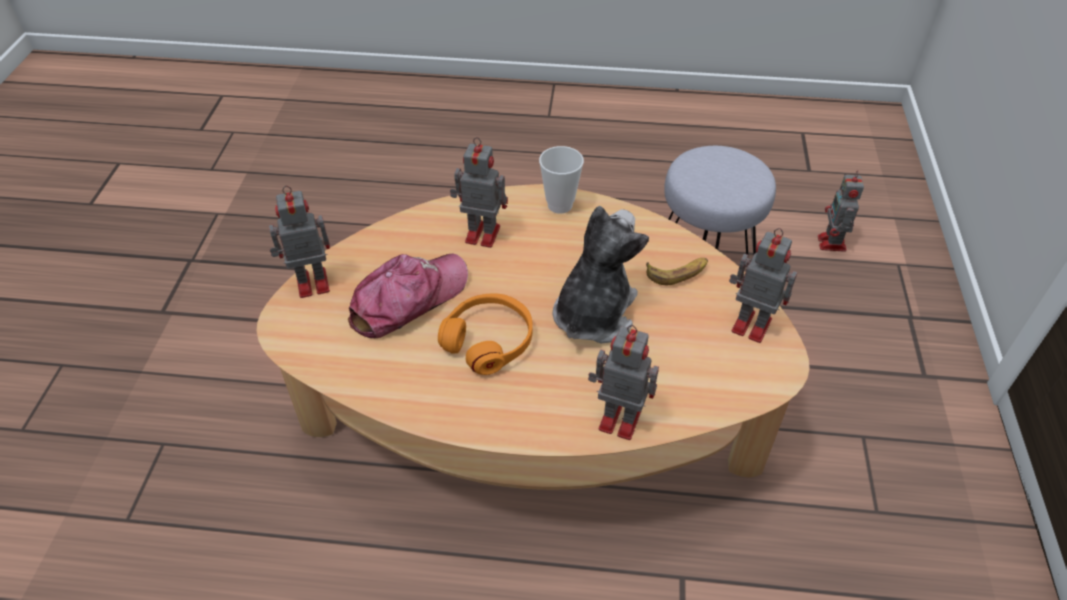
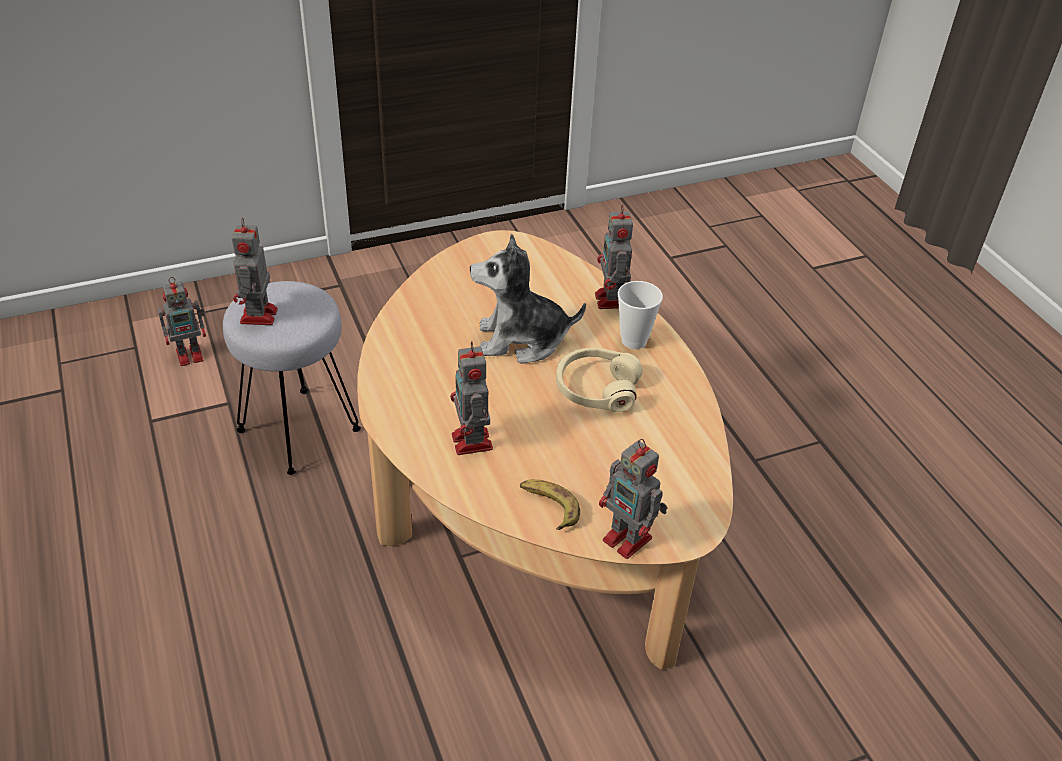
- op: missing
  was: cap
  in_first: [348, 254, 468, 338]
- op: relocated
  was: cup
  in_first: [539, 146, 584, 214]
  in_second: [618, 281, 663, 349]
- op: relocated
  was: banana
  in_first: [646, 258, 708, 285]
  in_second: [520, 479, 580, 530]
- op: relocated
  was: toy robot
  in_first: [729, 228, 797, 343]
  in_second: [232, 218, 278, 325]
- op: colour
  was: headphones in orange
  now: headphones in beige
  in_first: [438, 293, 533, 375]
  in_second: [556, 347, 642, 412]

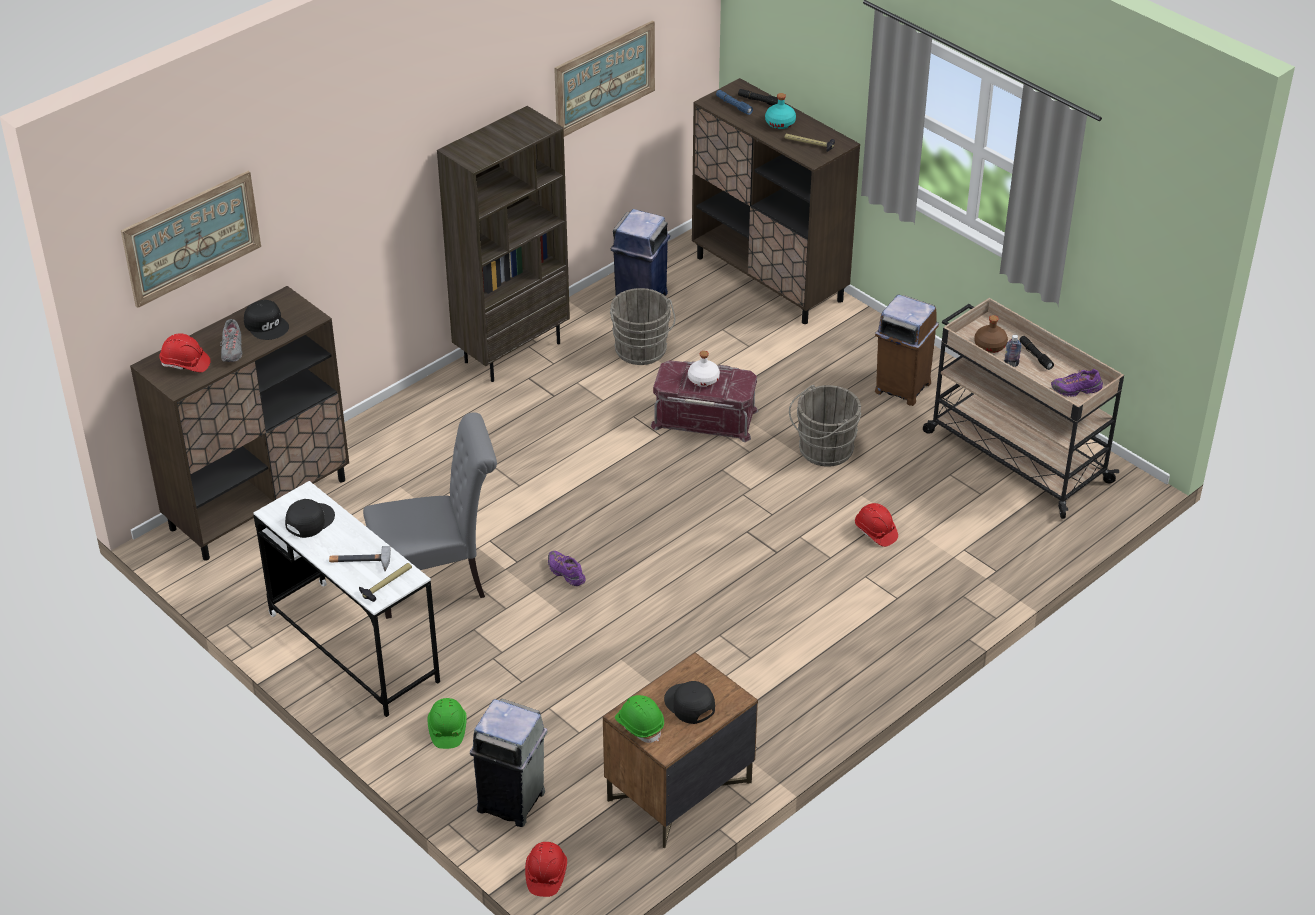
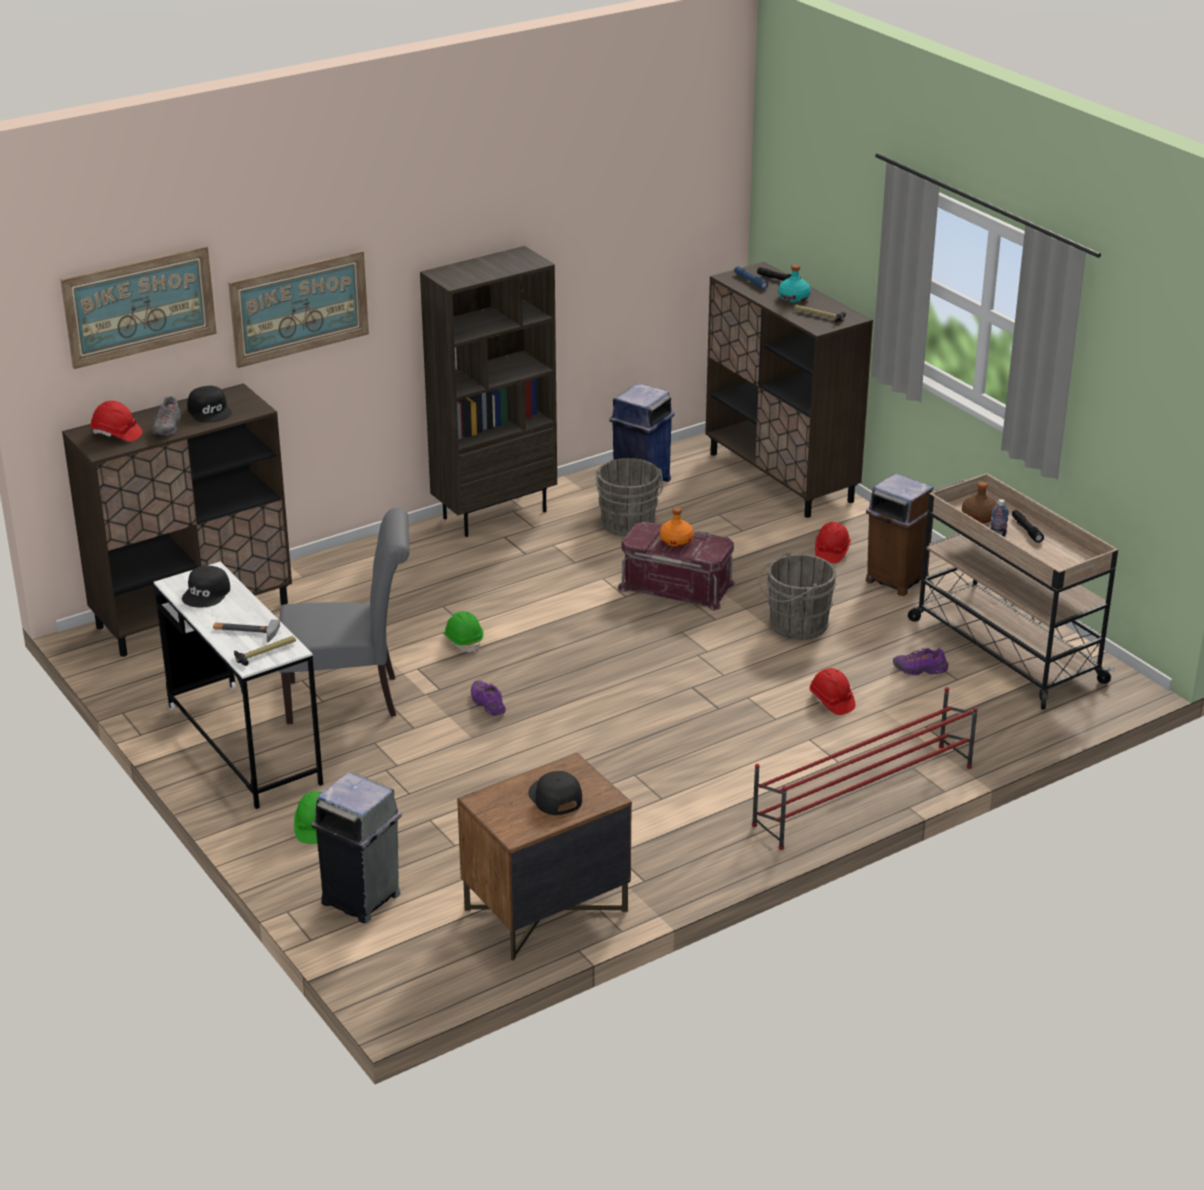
- op: appeared
  now: shoe rack in red
  in_second: [752, 687, 978, 850]
- op: relocated
  was: hard hat in red
  in_first: [525, 842, 567, 897]
  in_second: [815, 522, 851, 563]
- op: relocated
  was: picture
  in_first: [554, 20, 655, 137]
  in_second: [228, 251, 369, 368]
- op: relocated
  was: hard hat in green
  in_first: [615, 695, 664, 743]
  in_second: [443, 611, 484, 653]
- op: relocated
  was: shoe in purple
  in_first: [1051, 369, 1103, 397]
  in_second: [893, 648, 948, 675]
- op: colour
  was: bottle in white
  now: bottle in orange
  in_first: [688, 351, 720, 387]
  in_second: [660, 507, 694, 547]
- op: spun
  was: cap in black
  in_first: [285, 499, 335, 538]
  in_second: [182, 565, 230, 607]
  clockwise: 150

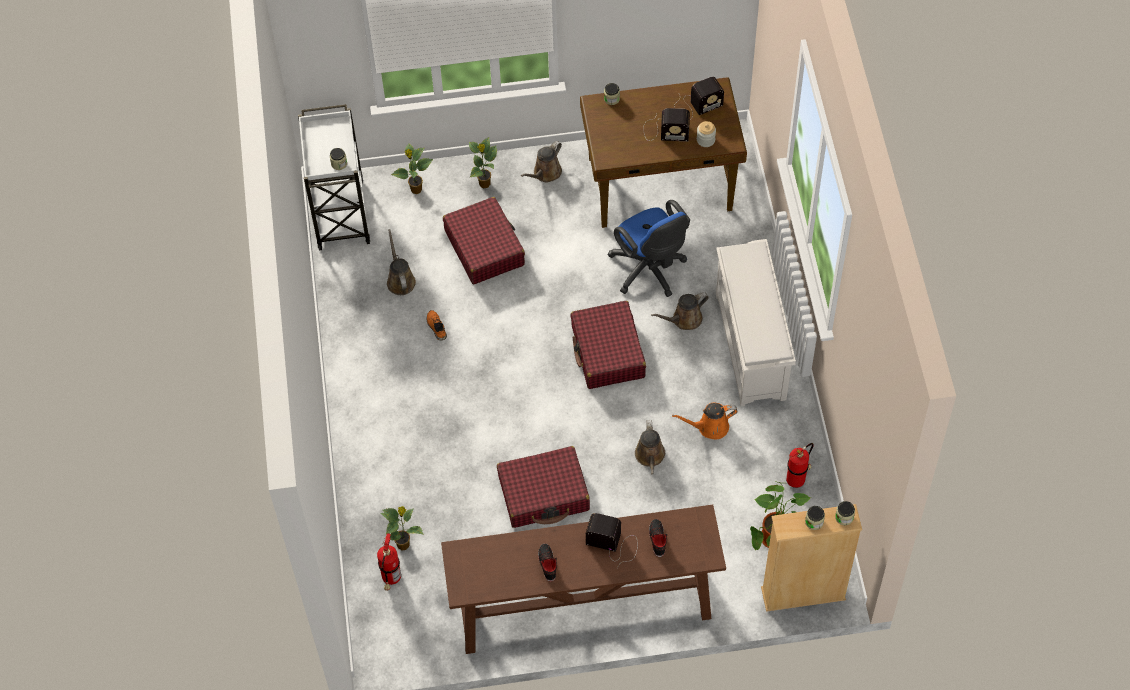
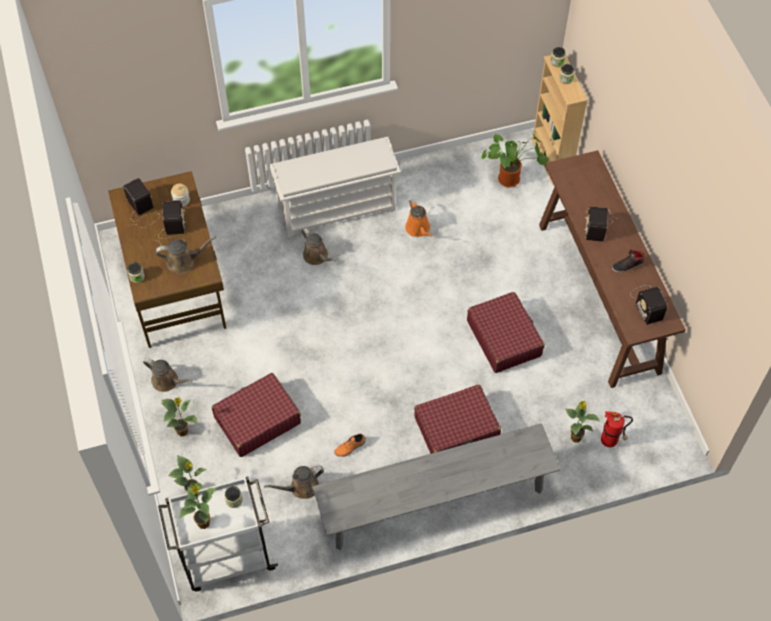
- op: missing
  was: office chair in blue
  in_first: [608, 200, 690, 297]
- op: missing
  was: shoe in black
  in_first: [649, 519, 667, 557]
- op: missing
  was: fire extinguisher
  in_first: [786, 443, 814, 488]
- op: appeared
  now: potted plant
  in_second: [179, 485, 217, 529]
- op: appeared
  now: bench in grey
  in_second: [312, 423, 560, 550]
- op: appeared
  now: radio
  in_second: [630, 285, 667, 325]
- op: relocated
  was: suitcase in red
  in_first: [571, 301, 646, 389]
  in_second: [414, 384, 501, 454]
- op: relocated
  was: watering can in brown
  in_first: [635, 420, 665, 474]
  in_second: [156, 236, 216, 274]

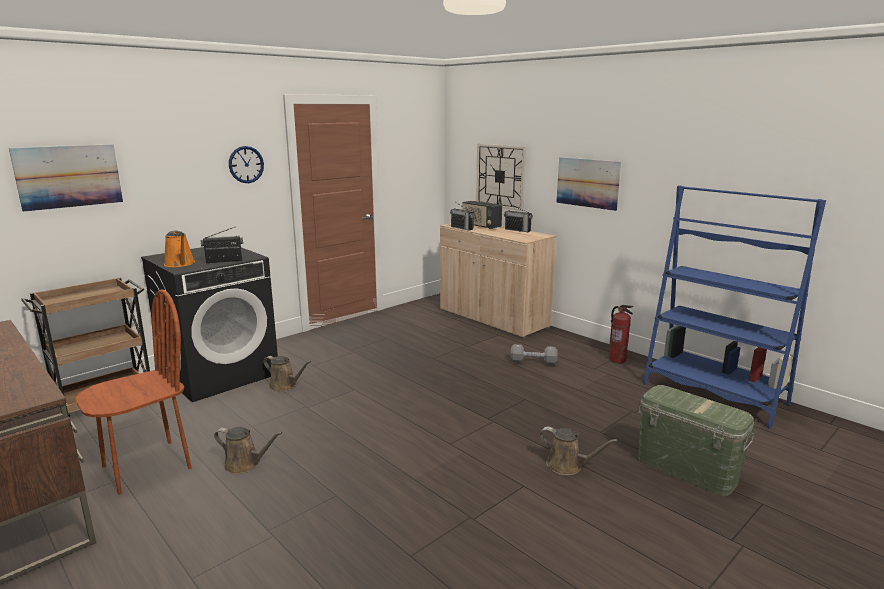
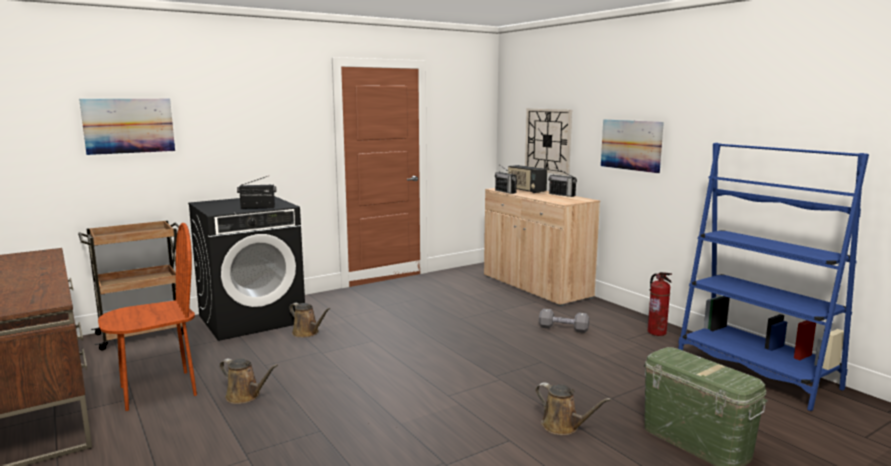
- op: missing
  was: watering can in orange
  in_first: [164, 231, 195, 267]
- op: missing
  was: wall clock
  in_first: [229, 146, 264, 183]

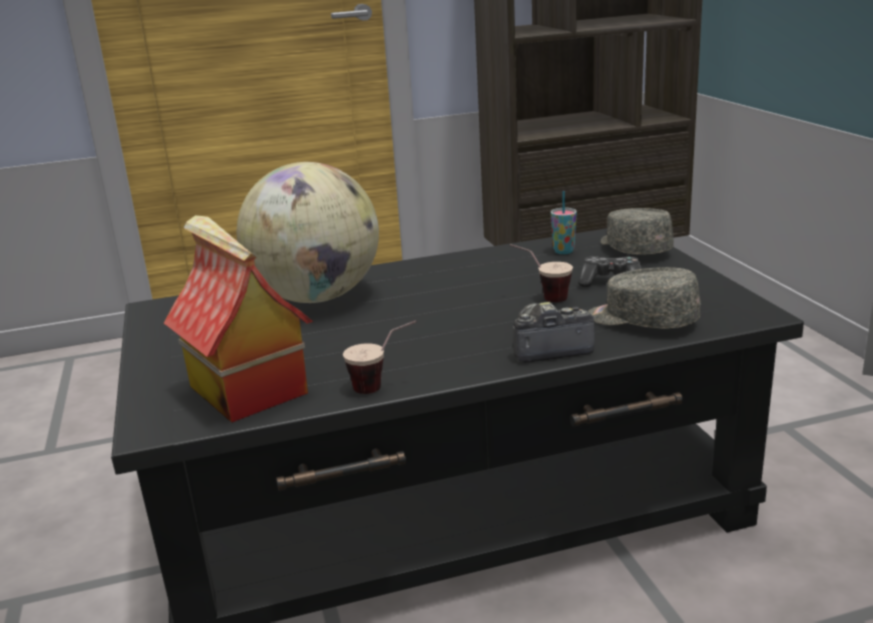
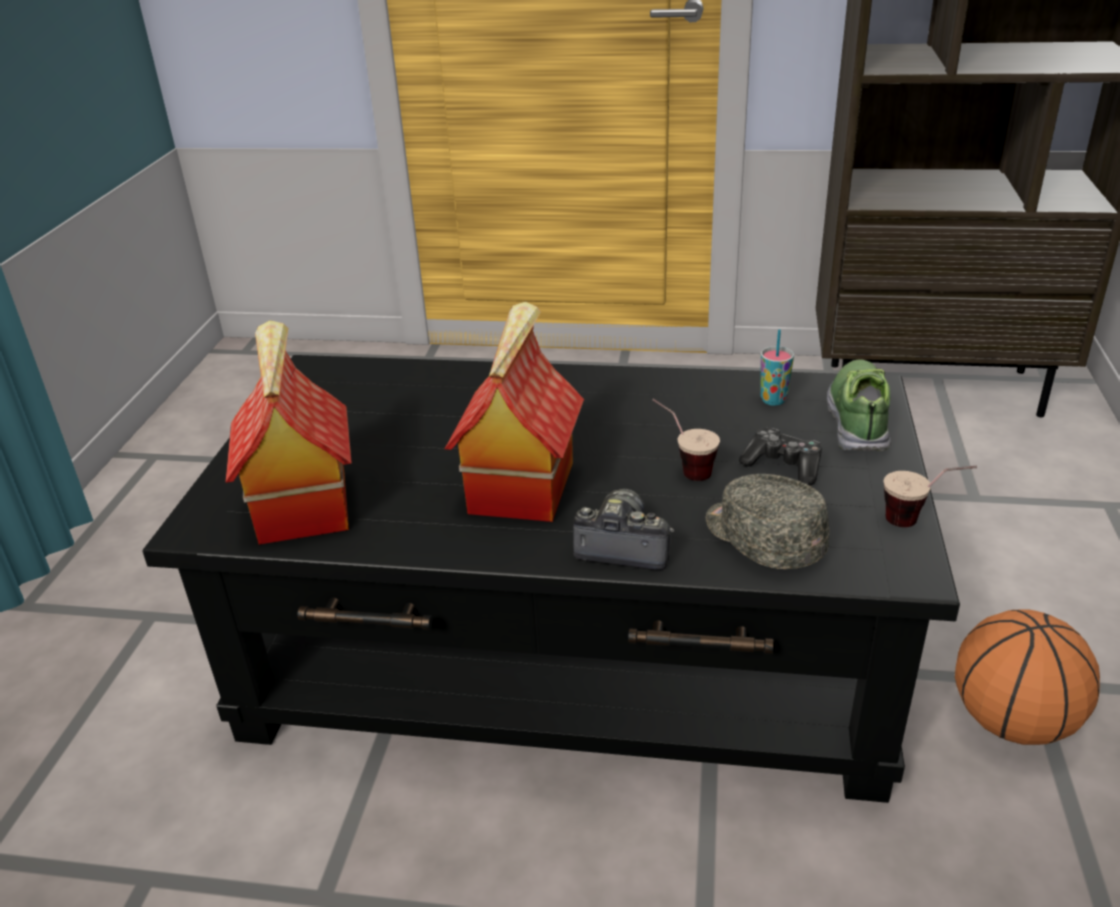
- op: missing
  was: globe
  in_first: [237, 162, 379, 303]
- op: appeared
  now: toy house
  in_second: [445, 302, 584, 522]
- op: appeared
  now: basketball
  in_second: [955, 610, 1100, 745]
- op: relocated
  was: cup
  in_first: [343, 320, 416, 394]
  in_second: [884, 466, 977, 527]
- op: exchanged
  was: cap in grey
  now: shoe
  in_first: [601, 208, 674, 255]
  in_second: [826, 359, 891, 451]

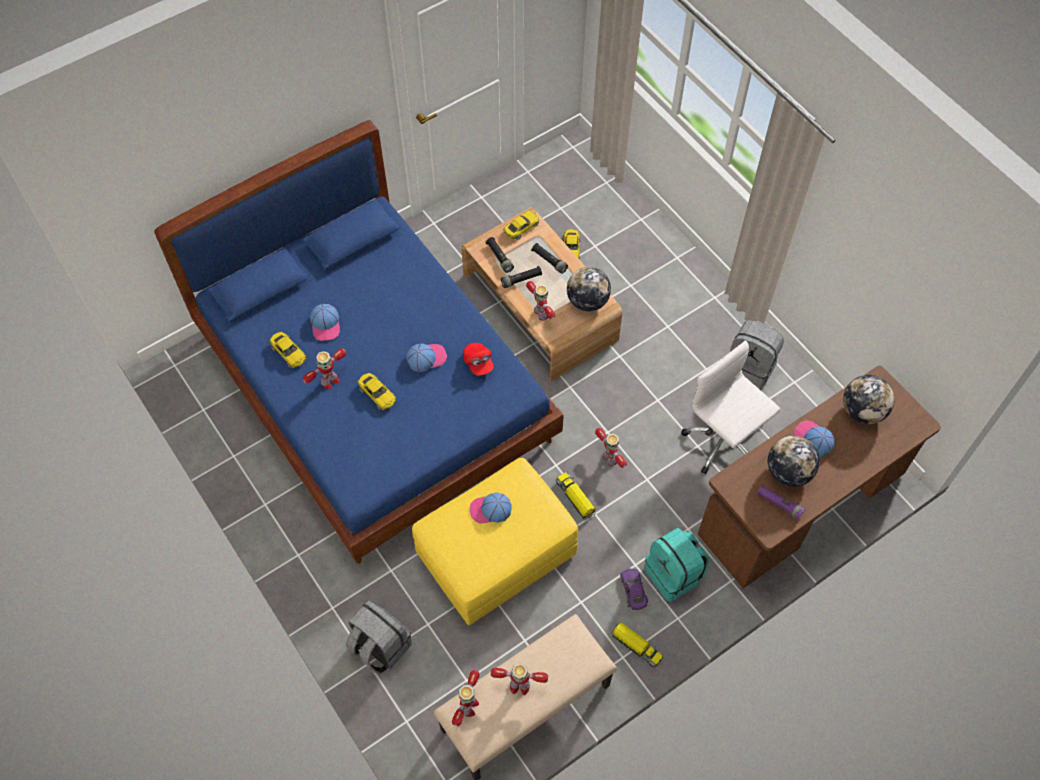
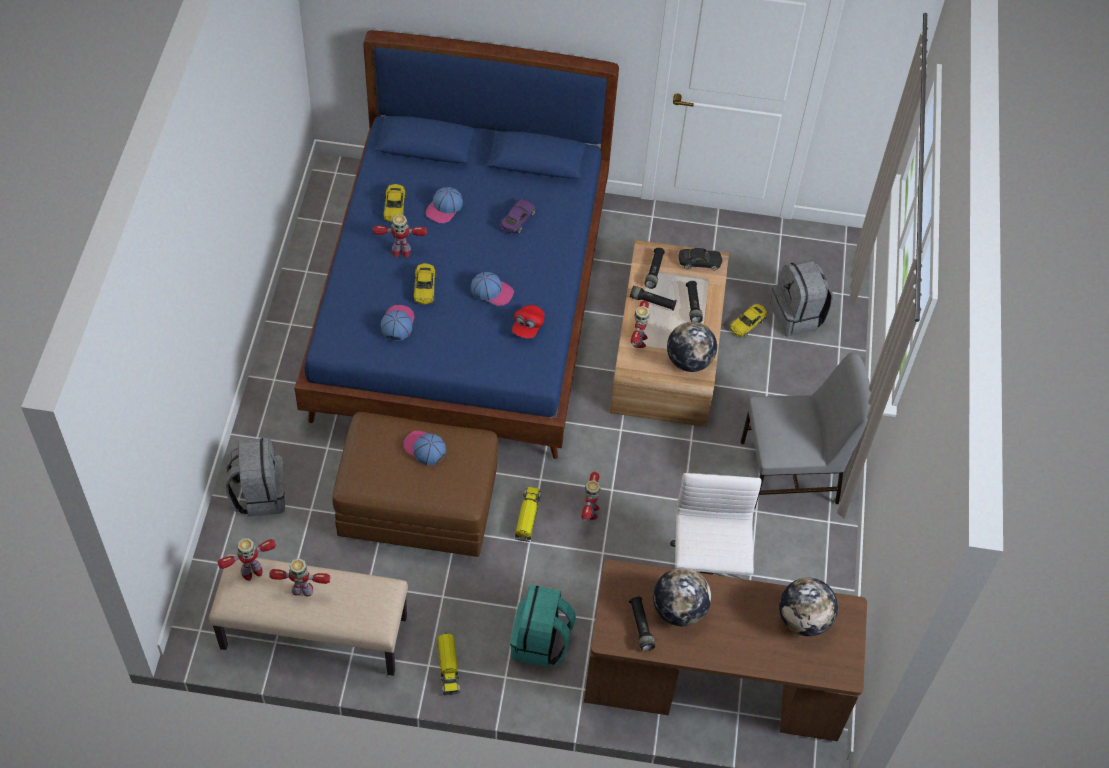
- op: appeared
  now: chair in grey
  in_second: [741, 353, 871, 509]
- op: relocated
  was: toy car in purple
  in_first: [620, 568, 648, 610]
  in_second: [500, 199, 536, 234]
- op: relocated
  was: backpack in grey
  in_first: [730, 320, 784, 389]
  in_second: [770, 259, 833, 337]
- op: relocated
  was: cap
  in_first: [794, 420, 835, 457]
  in_second: [381, 305, 415, 341]
- op: colour
  was: ottoman in yellow
  now: ottoman in brown
  in_first: [412, 458, 578, 626]
  in_second: [332, 412, 498, 557]
- op: colour
  was: toy car in yellow
  now: toy car in black
  in_first: [503, 211, 539, 240]
  in_second: [678, 248, 723, 270]
- op: colour
  was: flashlight in purple
  now: flashlight in black
  in_first: [756, 485, 805, 520]
  in_second: [629, 596, 655, 651]
- op: spun
  was: toy robot
  in_first: [491, 663, 548, 695]
  in_second: [269, 558, 330, 597]
  clockwise: 135

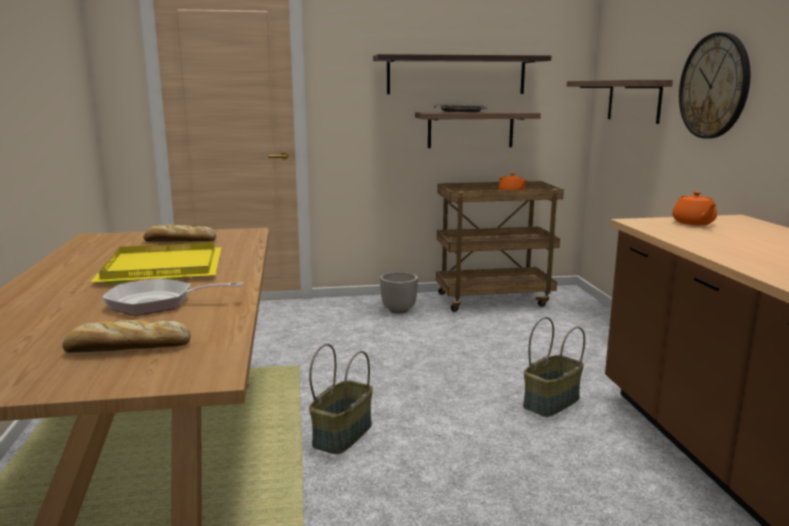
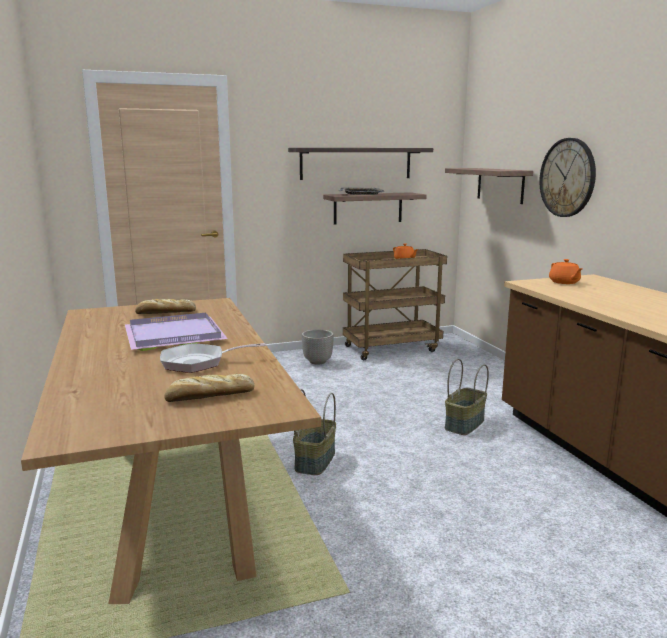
- op: colour
  was: tray in yellow
  now: tray in purple
  in_first: [91, 242, 221, 285]
  in_second: [125, 313, 228, 351]

